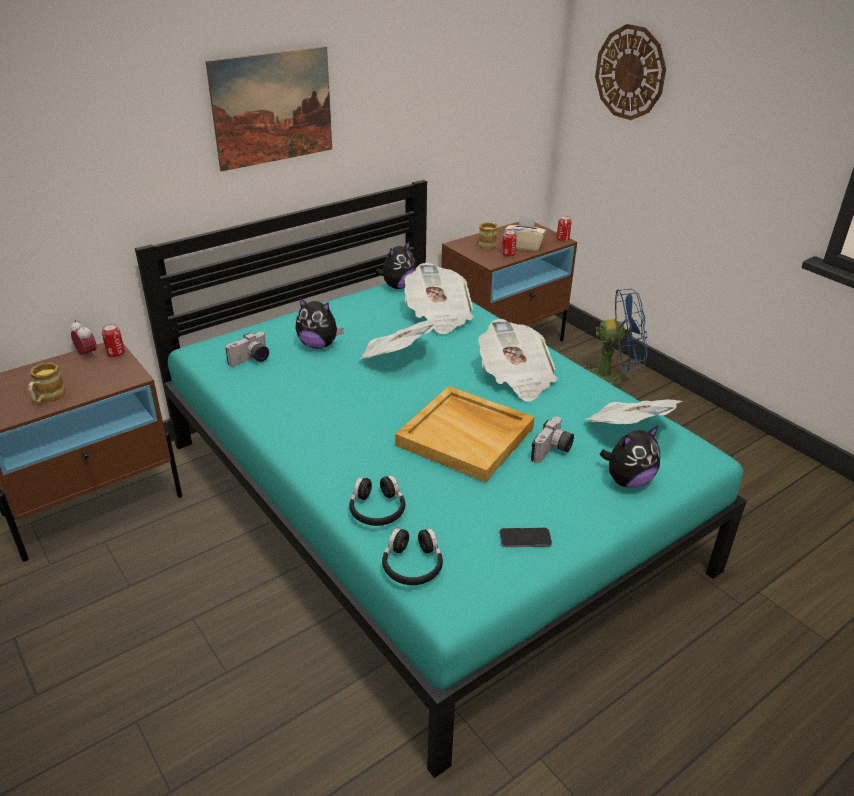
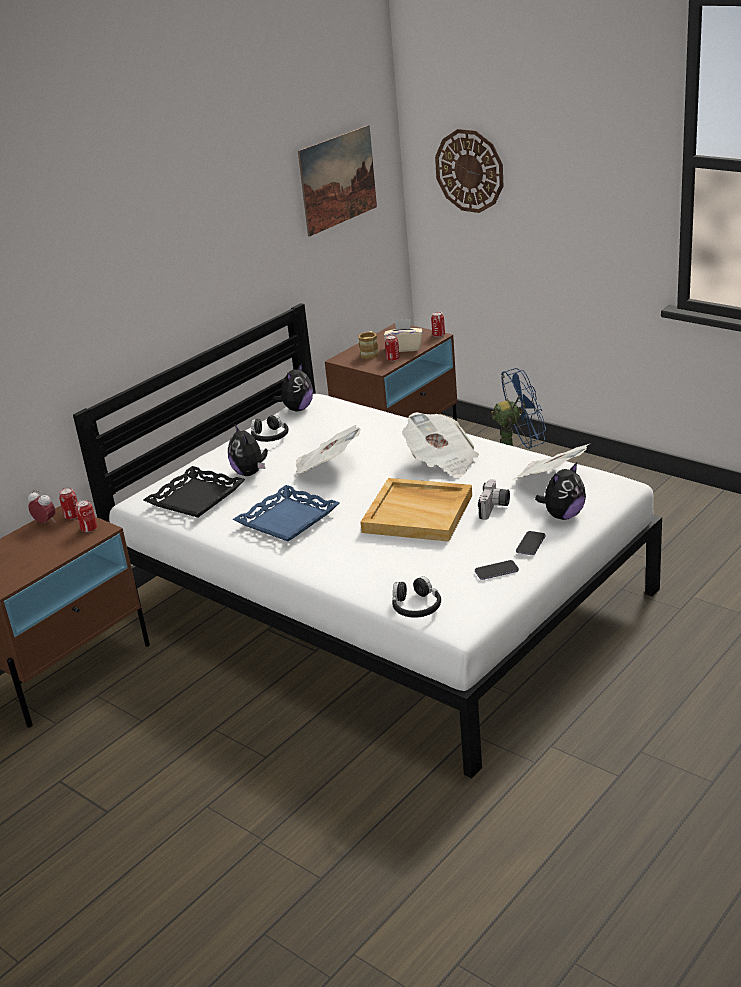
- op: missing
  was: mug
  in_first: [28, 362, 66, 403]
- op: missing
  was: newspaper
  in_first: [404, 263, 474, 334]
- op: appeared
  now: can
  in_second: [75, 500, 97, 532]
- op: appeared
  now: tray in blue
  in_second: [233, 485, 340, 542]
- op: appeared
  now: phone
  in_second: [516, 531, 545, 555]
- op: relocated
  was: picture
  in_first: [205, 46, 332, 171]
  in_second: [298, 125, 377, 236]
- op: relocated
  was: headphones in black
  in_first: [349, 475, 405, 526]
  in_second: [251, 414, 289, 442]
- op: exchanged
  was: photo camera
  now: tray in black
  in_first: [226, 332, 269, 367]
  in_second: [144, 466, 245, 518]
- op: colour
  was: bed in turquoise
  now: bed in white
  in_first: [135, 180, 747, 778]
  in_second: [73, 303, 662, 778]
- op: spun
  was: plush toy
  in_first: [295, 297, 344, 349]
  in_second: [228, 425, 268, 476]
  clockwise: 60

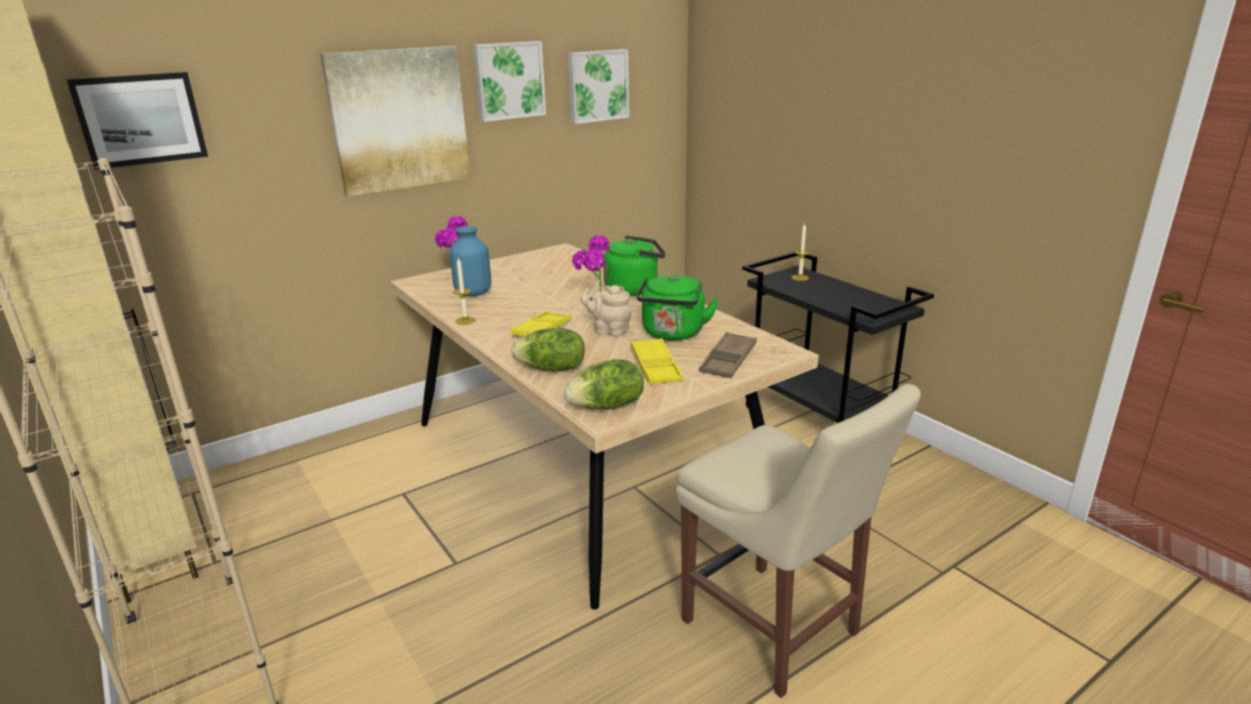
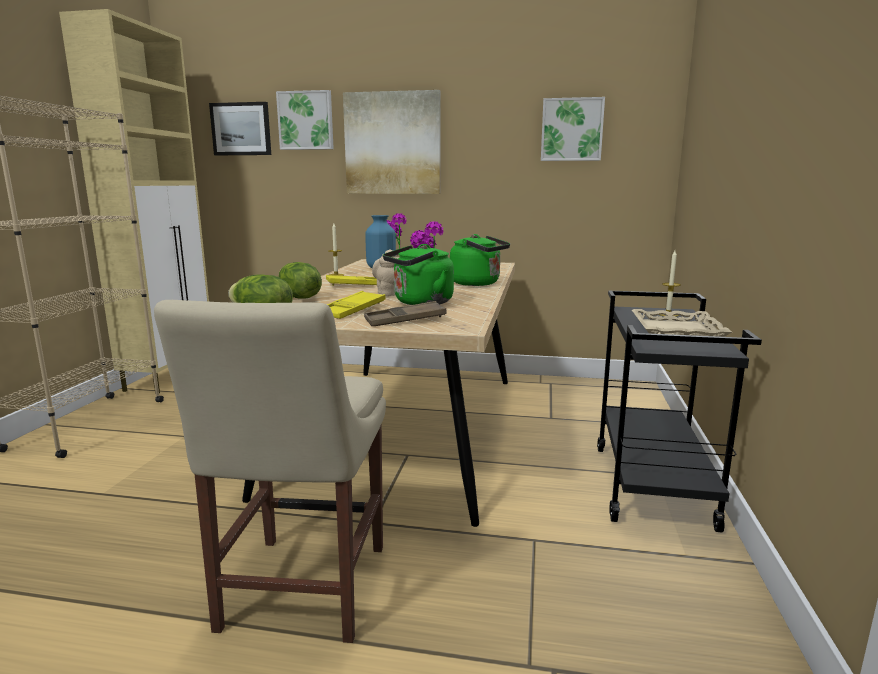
- op: appeared
  now: tray in beige
  in_second: [632, 309, 732, 337]
- op: relocated
  was: picture
  in_first: [473, 41, 546, 122]
  in_second: [276, 90, 334, 150]

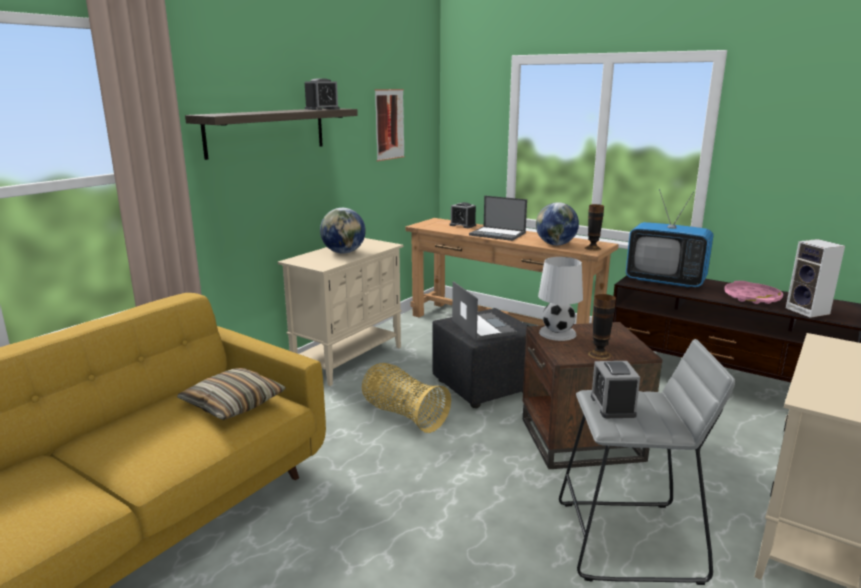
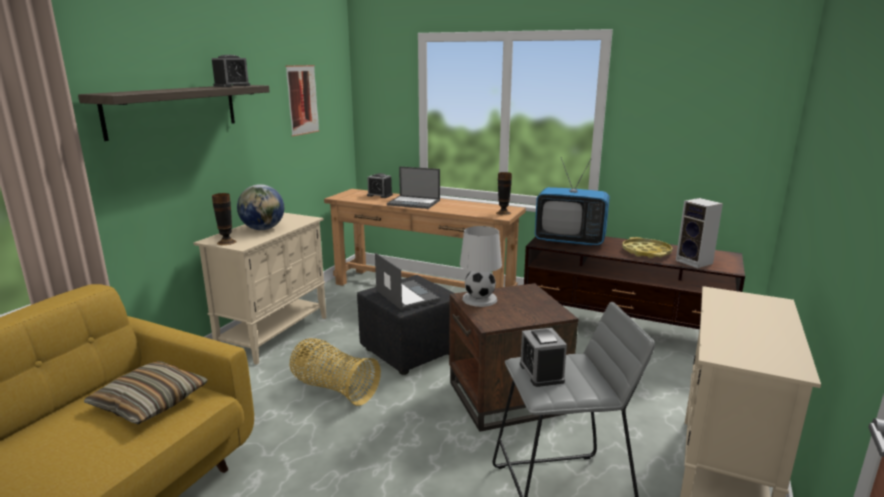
- op: missing
  was: globe
  in_first: [536, 202, 579, 245]
- op: relocated
  was: vase
  in_first: [588, 294, 616, 360]
  in_second: [212, 193, 237, 245]
- op: colour
  was: tray in pink
  now: tray in yellow
  in_first: [724, 281, 783, 304]
  in_second: [622, 237, 673, 258]

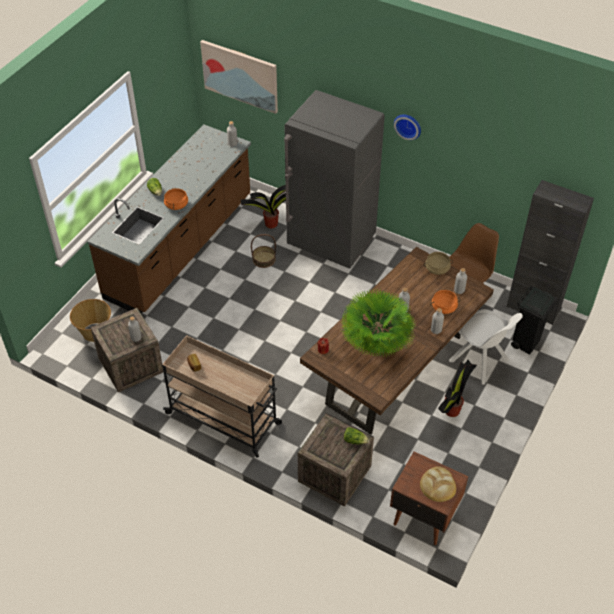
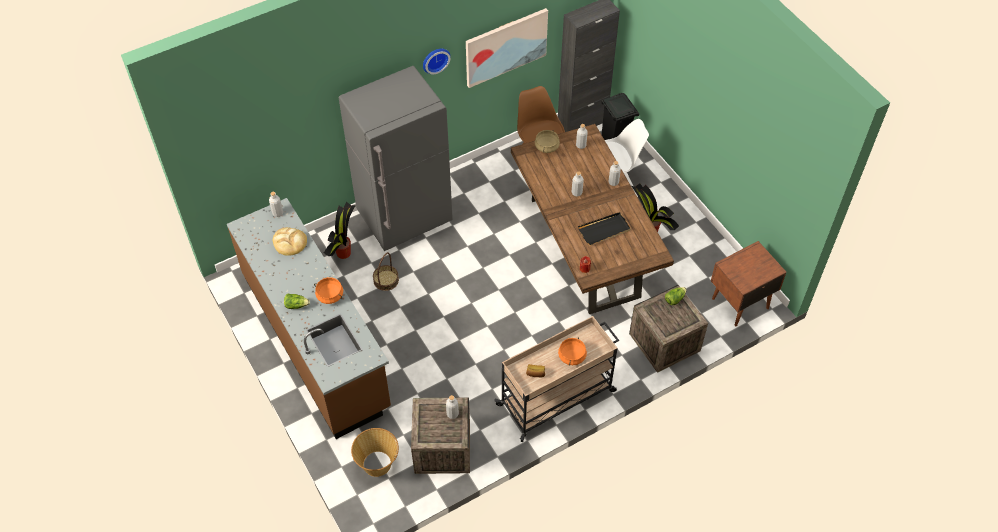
- op: relocated
  was: picture
  in_first: [200, 40, 278, 114]
  in_second: [466, 8, 548, 88]
- op: relocated
  was: bread
  in_first: [420, 467, 456, 502]
  in_second: [273, 227, 307, 256]
- op: relocated
  was: cooking pot in orange
  in_first: [430, 290, 460, 314]
  in_second: [558, 337, 587, 366]
- op: exchanged
  was: potted plant
  now: tray in black
  in_first: [341, 289, 415, 357]
  in_second: [578, 212, 631, 246]

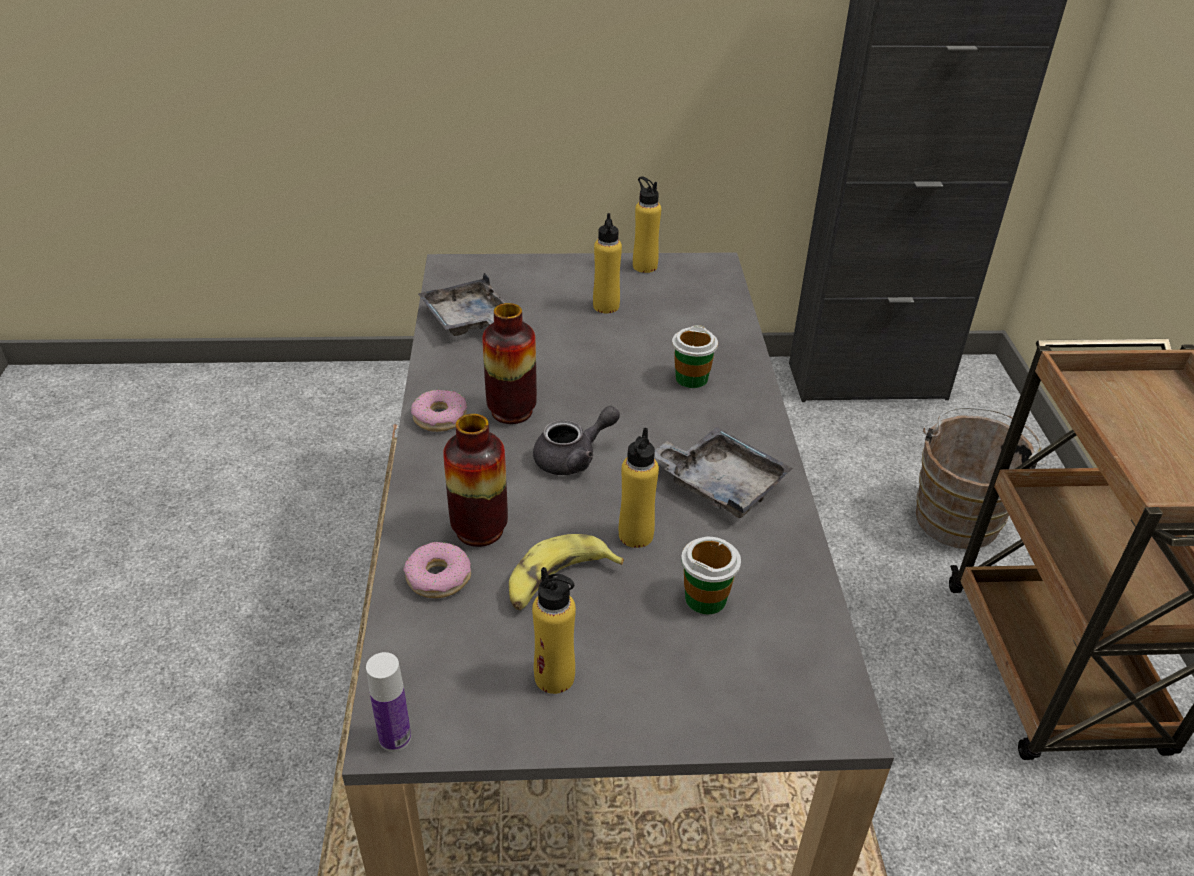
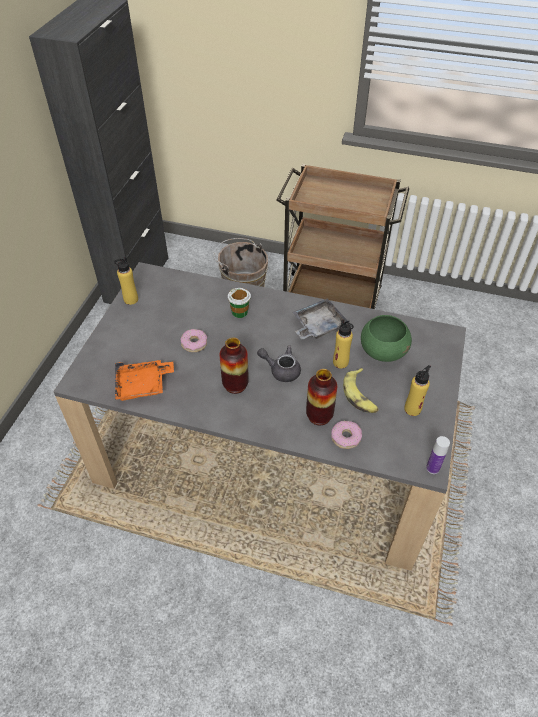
- op: missing
  was: bottle in yellow
  in_first: [593, 213, 622, 313]
- op: relocated
  was: donut
  in_first: [411, 390, 467, 432]
  in_second: [181, 329, 207, 352]
- op: exchanged
  was: cup
  now: bowl in green
  in_first: [681, 537, 741, 614]
  in_second: [361, 315, 412, 362]
- op: colour
  was: tray in grey
  now: tray in orange
  in_first: [418, 273, 506, 336]
  in_second: [115, 360, 174, 401]
- op: spun
  was: teapot in grey
  in_first: [533, 406, 620, 475]
  in_second: [257, 345, 301, 382]
  clockwise: -60

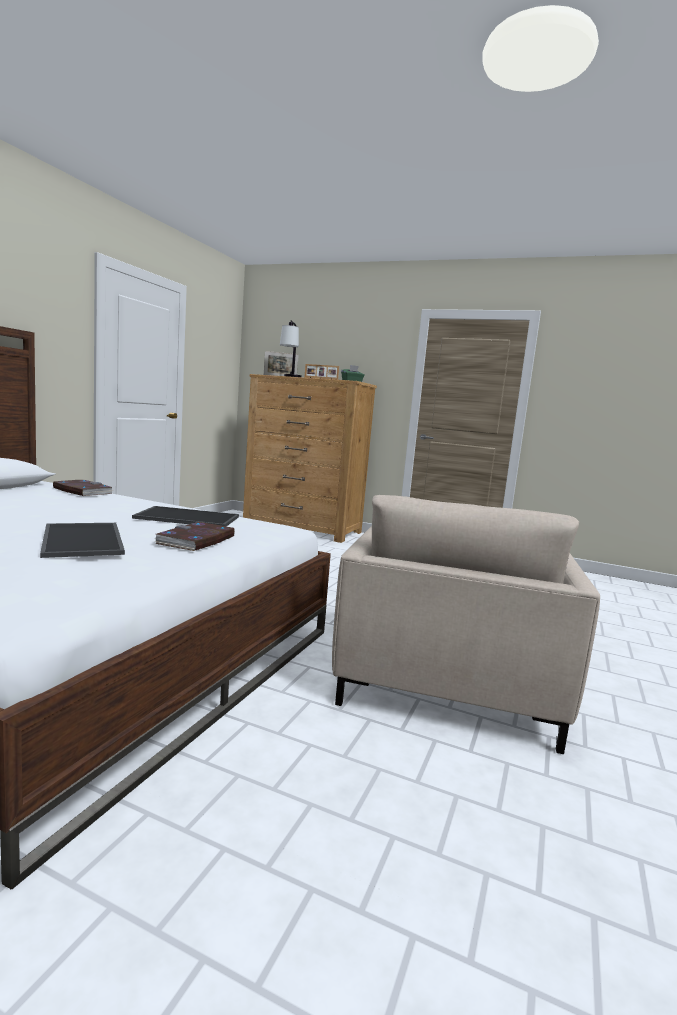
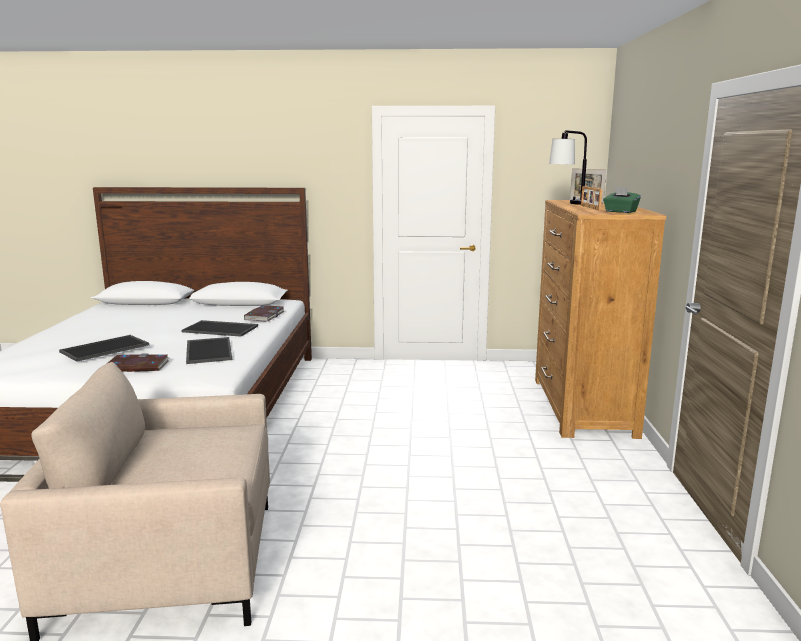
- op: appeared
  now: tray
  in_second: [181, 320, 258, 337]

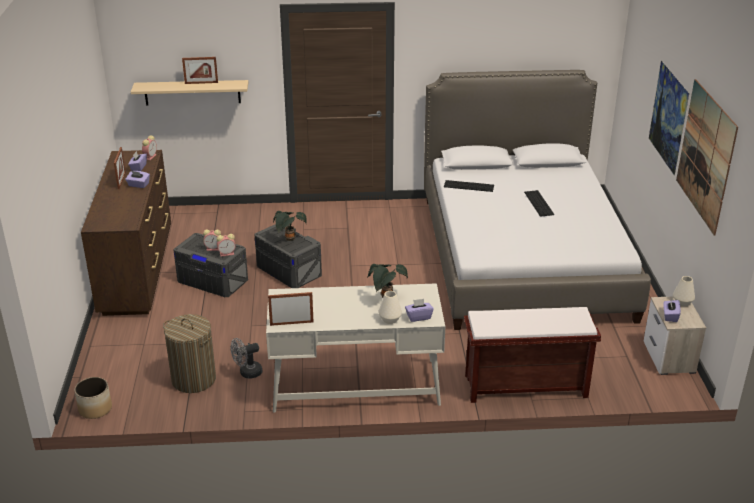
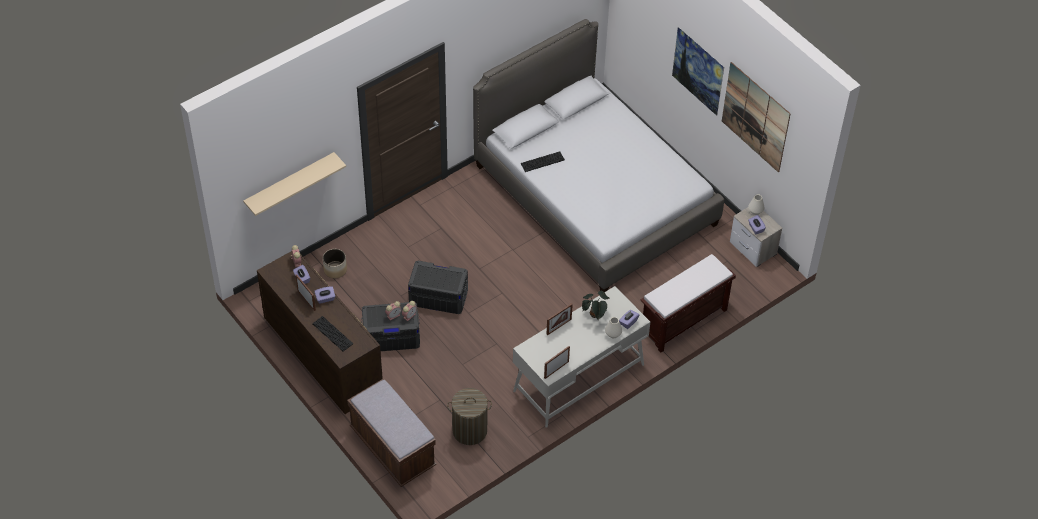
- op: missing
  was: fan in grey
  in_first: [231, 338, 262, 379]
- op: missing
  was: potted plant
  in_first: [273, 211, 307, 241]
- op: appeared
  now: bench in brown
  in_second: [347, 379, 436, 487]
- op: relocated
  was: planter
  in_first: [74, 377, 112, 419]
  in_second: [323, 249, 347, 278]
- op: relocated
  was: picture frame
  in_first: [182, 57, 218, 84]
  in_second: [546, 303, 573, 335]
- op: relocated
  was: keyboard
  in_first: [524, 190, 554, 217]
  in_second: [312, 316, 353, 351]

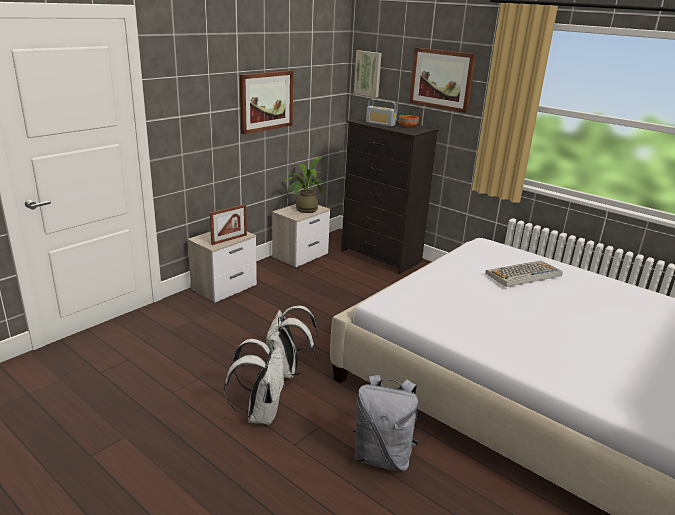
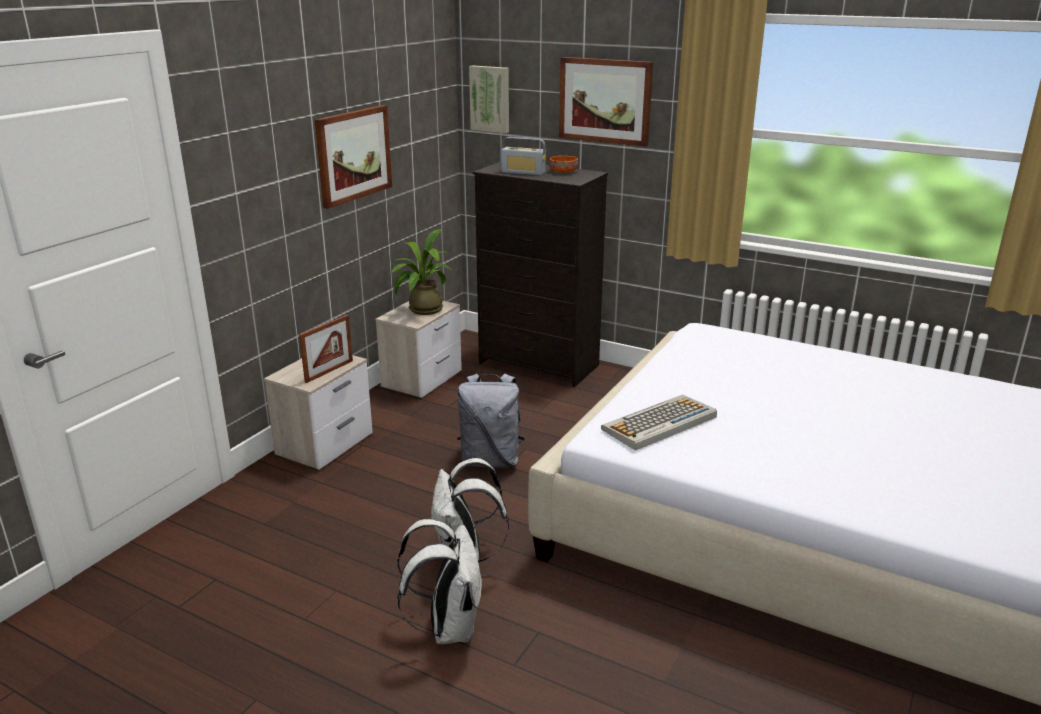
- op: relocated
  was: backpack in grey
  in_first: [353, 375, 419, 471]
  in_second: [457, 374, 525, 467]
- op: relocated
  was: keyboard
  in_first: [485, 260, 563, 287]
  in_second: [601, 394, 717, 451]

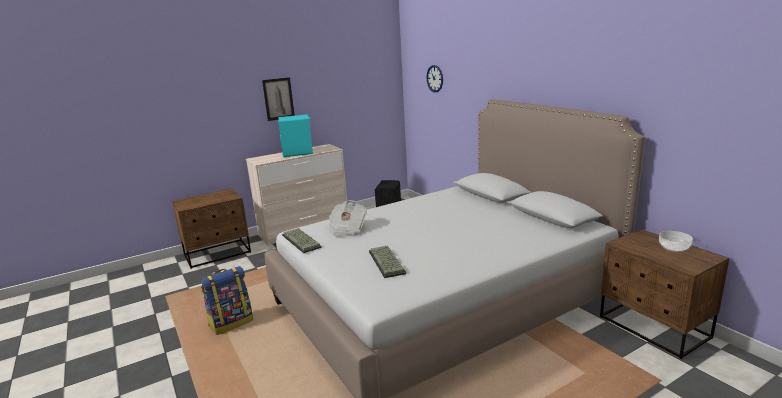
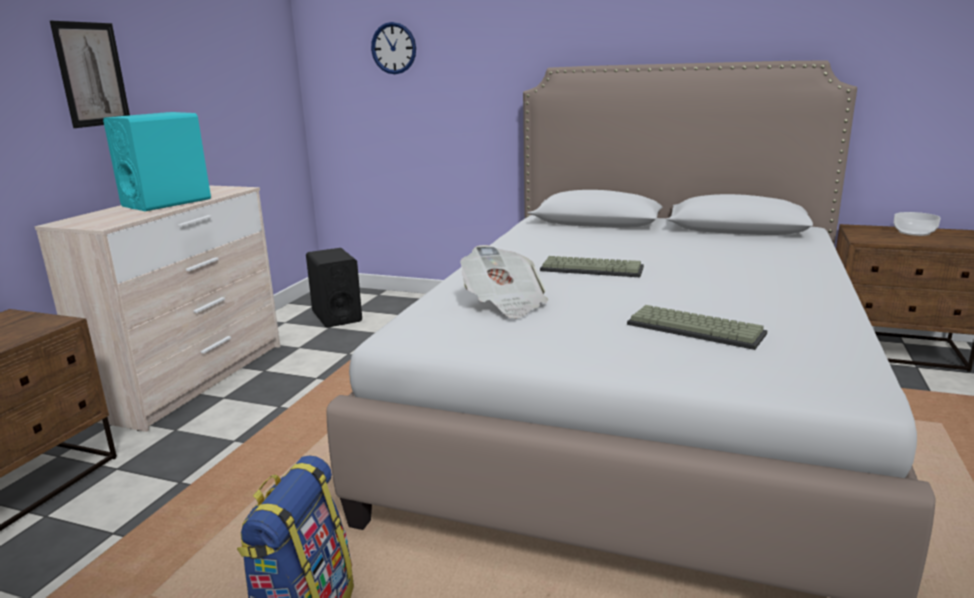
- op: relocated
  was: keyboard
  in_first: [282, 228, 322, 253]
  in_second: [540, 256, 644, 277]

